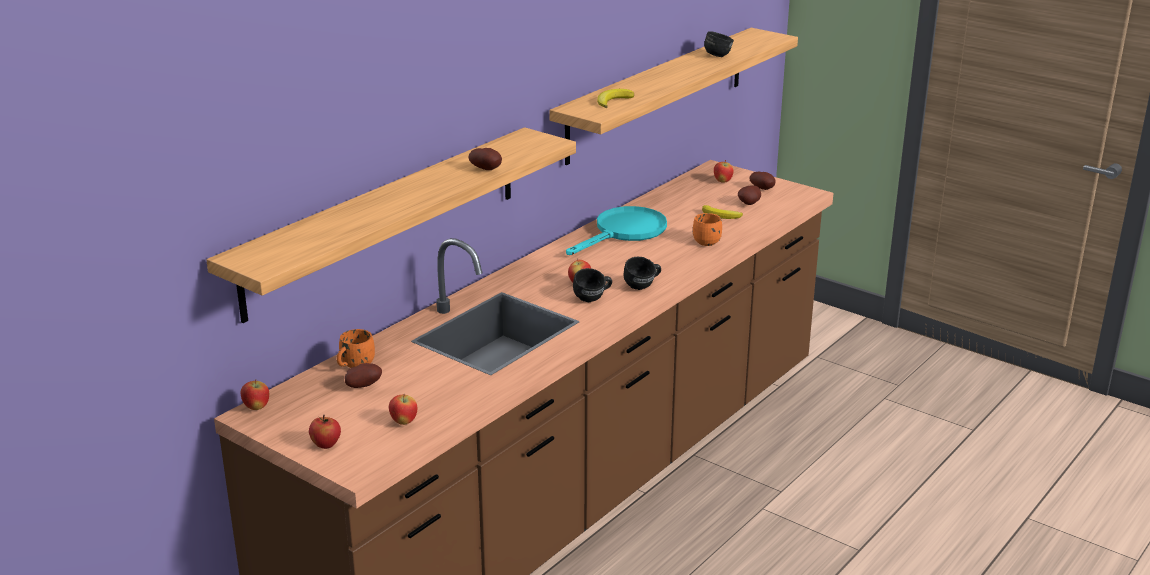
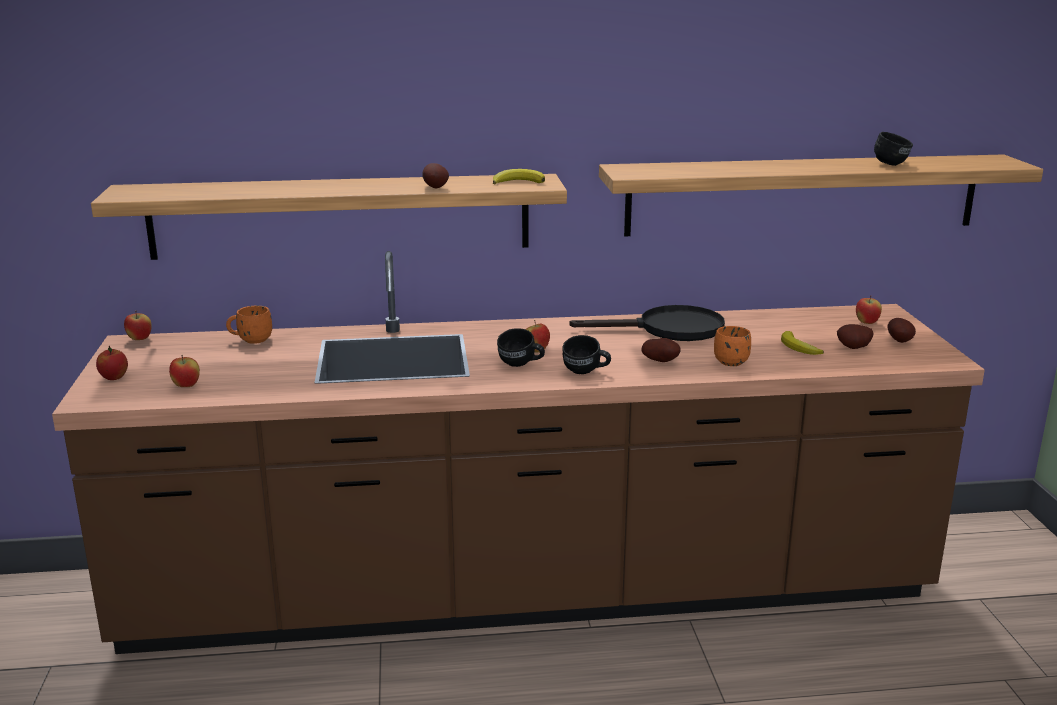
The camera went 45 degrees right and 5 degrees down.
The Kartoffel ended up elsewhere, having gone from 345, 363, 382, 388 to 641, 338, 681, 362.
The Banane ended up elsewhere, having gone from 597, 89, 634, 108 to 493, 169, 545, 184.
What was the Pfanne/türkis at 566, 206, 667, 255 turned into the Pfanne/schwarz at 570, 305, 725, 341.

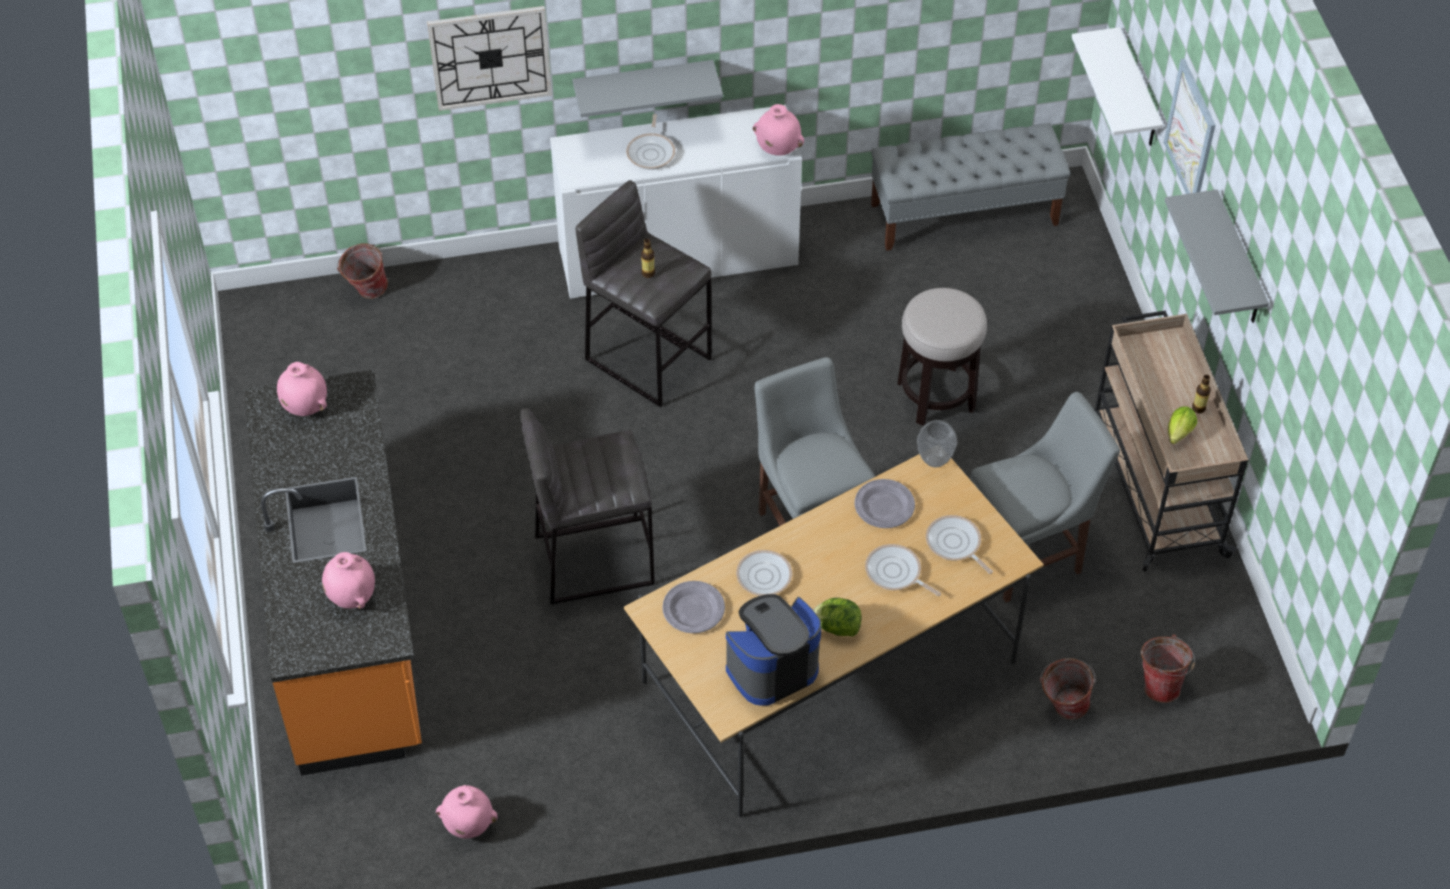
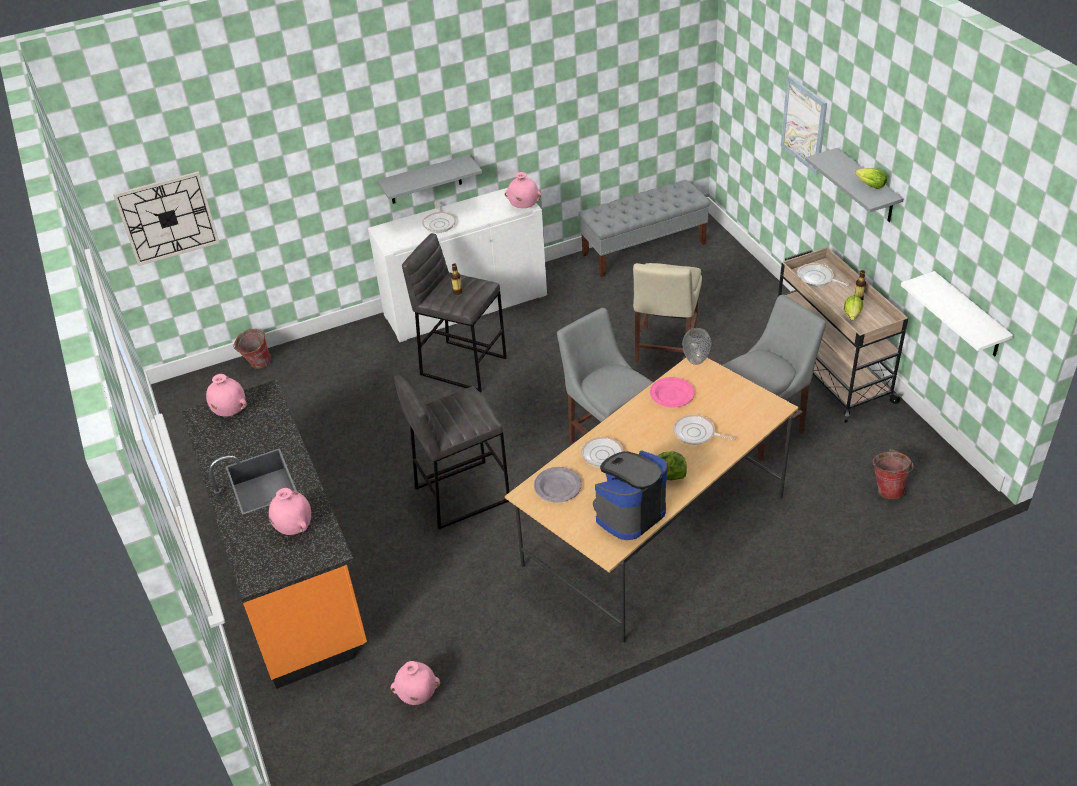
The camera went 10 degrees left and 10 degrees down.
The second view lost the Eimer at 1040, 658, 1095, 720.
The second view gained the Salatkopf at 855, 168, 887, 189.
The Wanduhr ended up elsewhere, having gone from 427, 6, 552, 111 to 113, 171, 219, 266.
The Pfanne ended up elsewhere, having gone from 926, 515, 993, 574 to 797, 263, 849, 287.
The Wandregal/weiß ended up elsewhere, having gone from 1072, 27, 1163, 146 to 901, 271, 1013, 356.
Where the Hocker stood at 897, 288, 987, 426, the Stuhl/beige came to stand at 633, 263, 702, 363.
What was the Teller/grau at 854, 479, 915, 528 turned into the Teller/rosa at 650, 377, 695, 407.

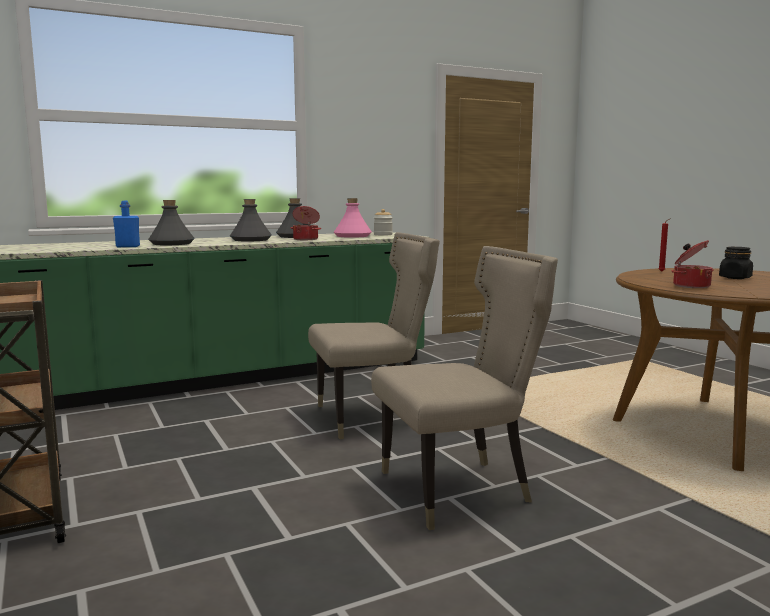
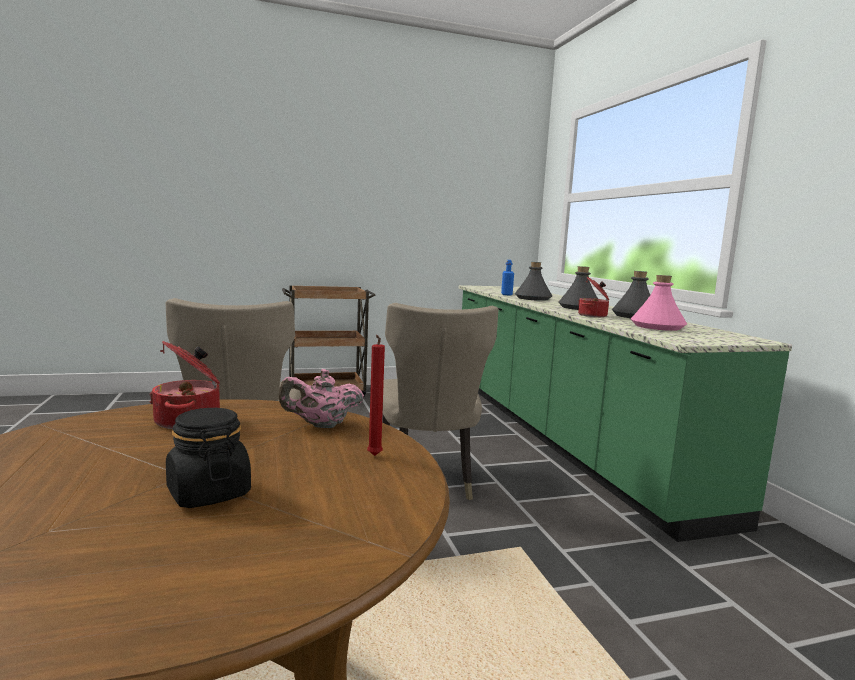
The camera went 100 degrees right and 0 degrees up.
The second view lost the Vorratsglas at 374, 209, 393, 236.
The second view gained the Teekanne/rosa at 278, 369, 364, 428.

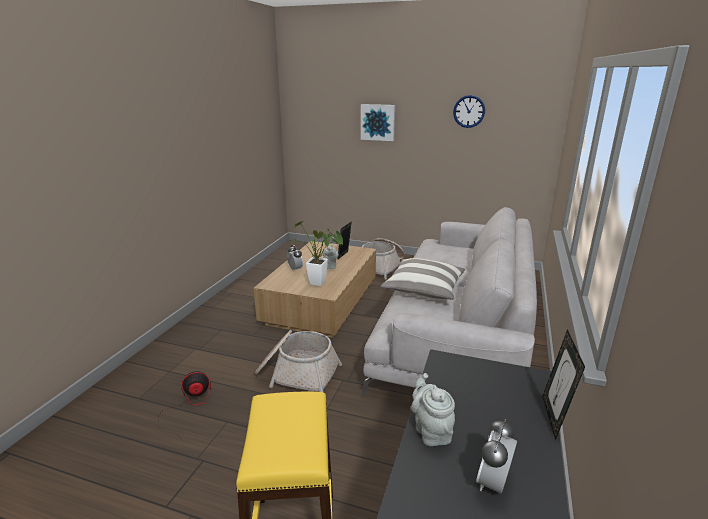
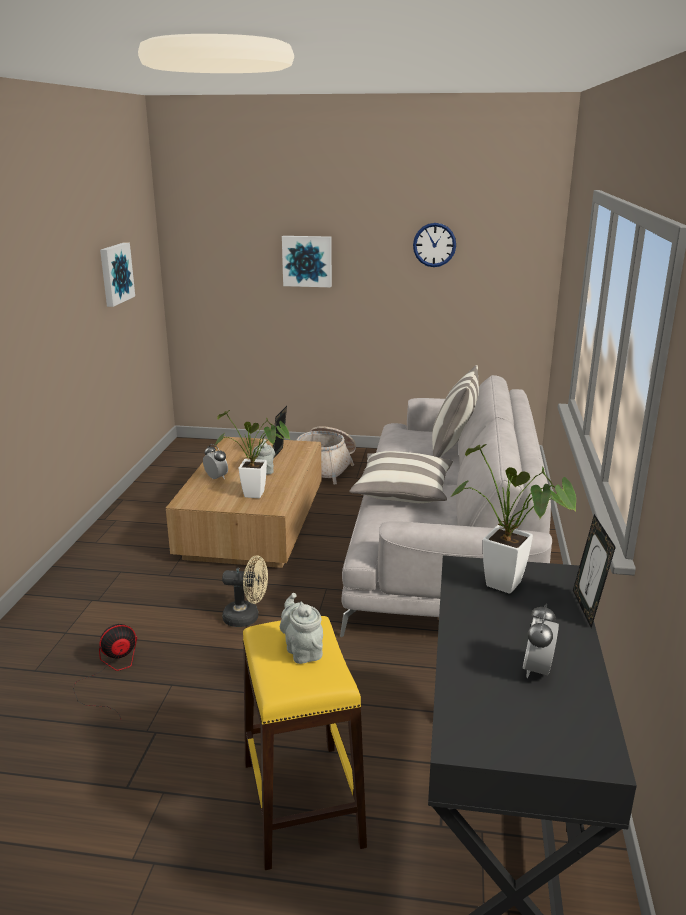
The camera went 10 degrees left and 0 degrees up.
The second view gained the Bild at 100, 243, 135, 307.
The second view gained the Kissen at 432, 365, 479, 458.
The second view gained the Topfpflanze at 450, 444, 576, 594.
The Teekanne/grau ended up elsewhere, having gone from 411, 373, 455, 446 to 280, 593, 323, 664.
Where the Korb stood at 255, 330, 342, 393, the Ventilator/beige came to stand at 222, 555, 268, 627.

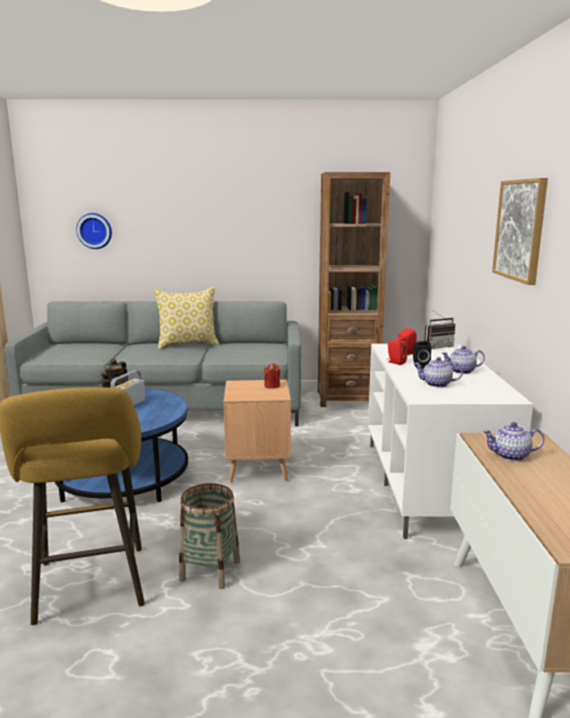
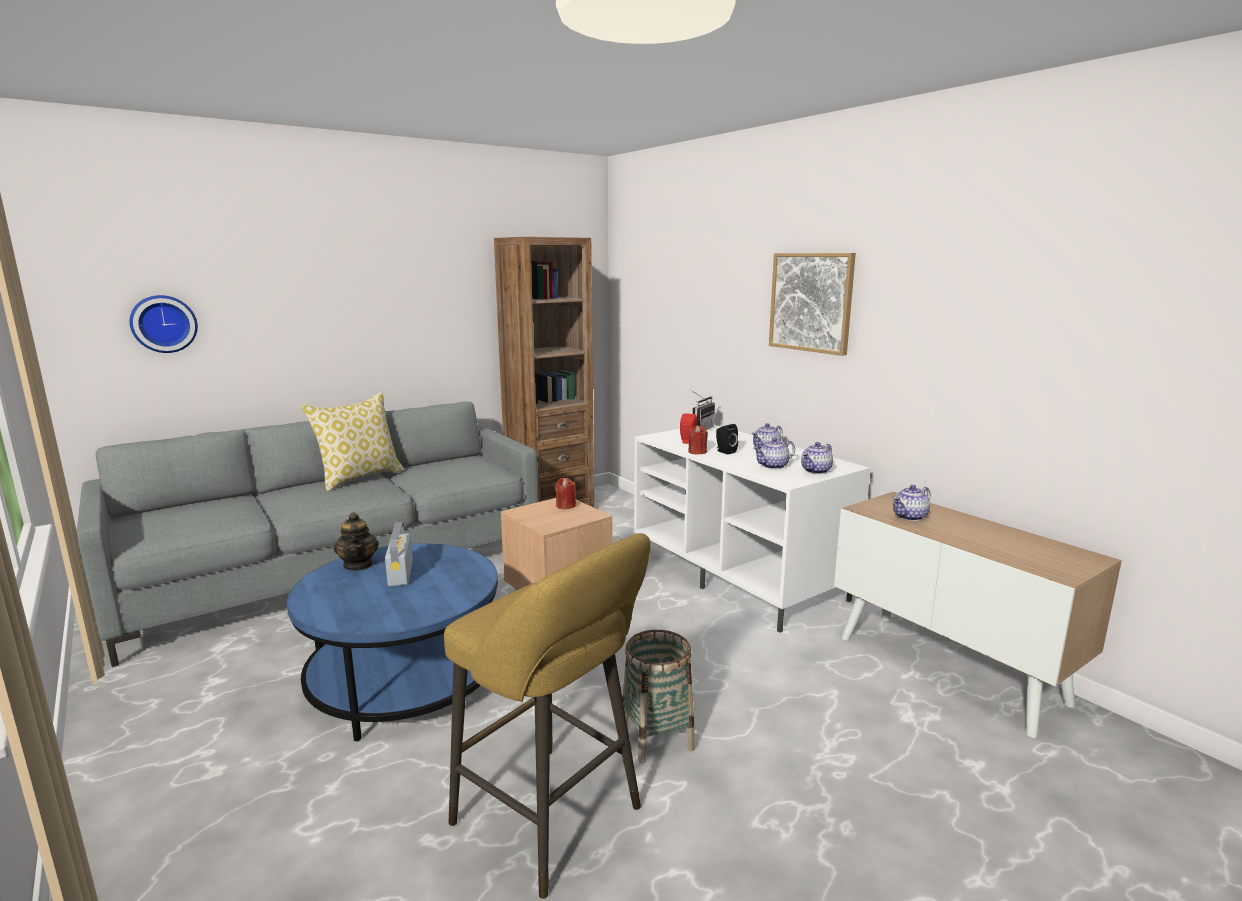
The camera went 35 degrees left and 0 degrees up.
The second view gained the Teekanne at 801, 442, 833, 474.
Where the Lautsprecher/rot stood at 387, 337, 408, 365, the Kerze/rot came to stand at 689, 425, 708, 454.

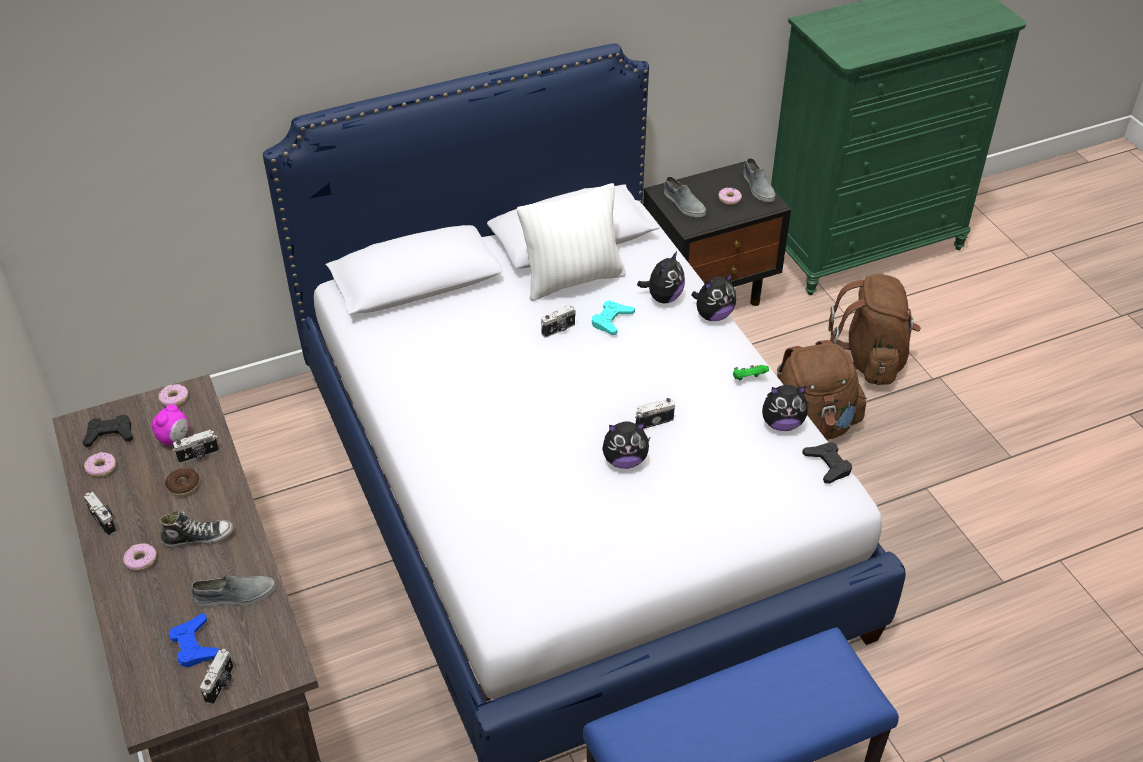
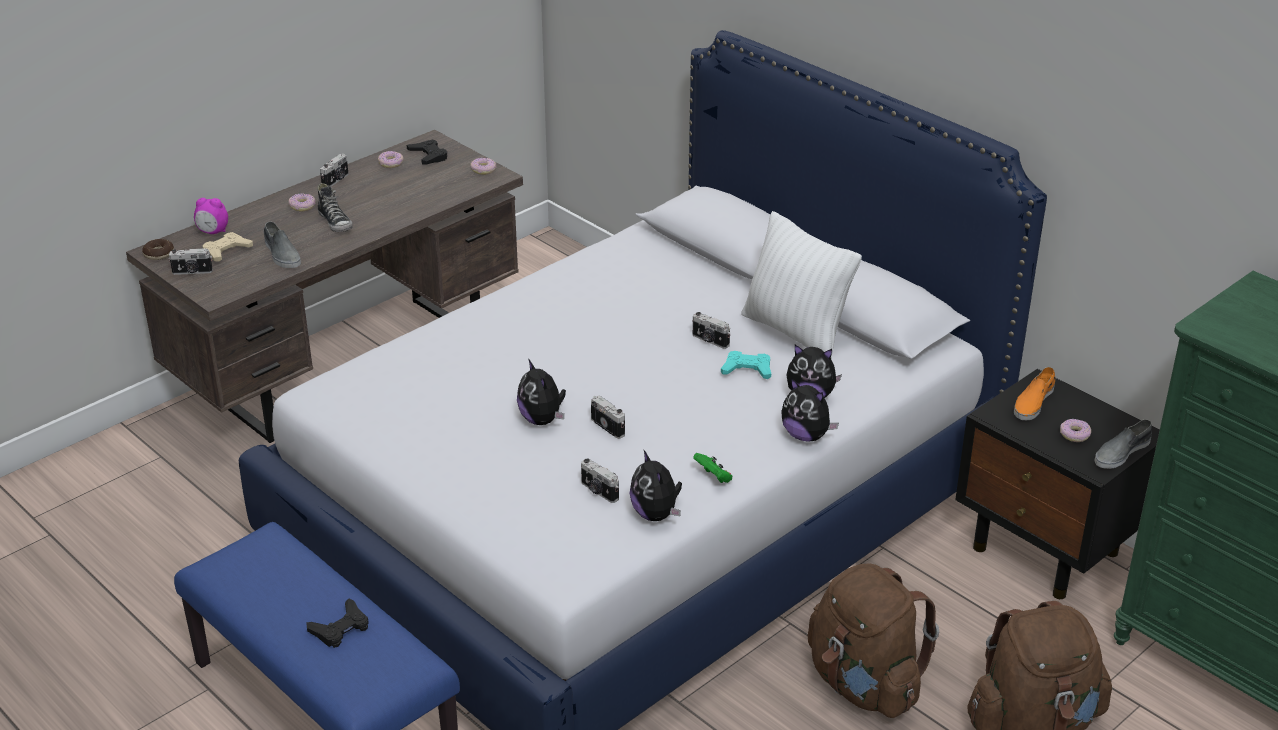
The camera went 70 degrees right and 10 degrees down.
The Wecker ended up elsewhere, having gone from 152, 404, 189, 447 to 194, 198, 228, 234.
The Donut ended up elsewhere, having gone from 165, 468, 199, 496 to 142, 239, 174, 260.
The Kamera ended up elsewhere, having gone from 173, 430, 219, 463 to 581, 458, 619, 503.
The Gamepad/schwarz ended up elsewhere, having gone from 802, 442, 852, 484 to 306, 598, 369, 648.
What was the Gamepad/blau at 169, 613, 219, 667 turned into the Gamepad/beige at 202, 232, 253, 262.
What was the Schuh/grau at 664, 176, 706, 217 turned into the Schuh/orange at 1014, 367, 1055, 420.

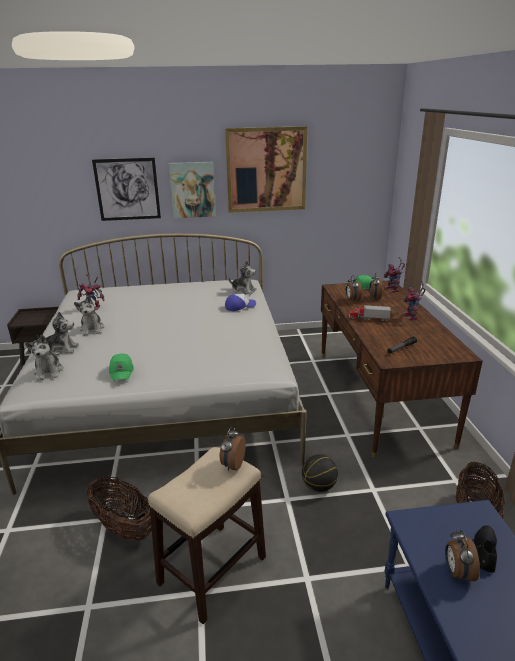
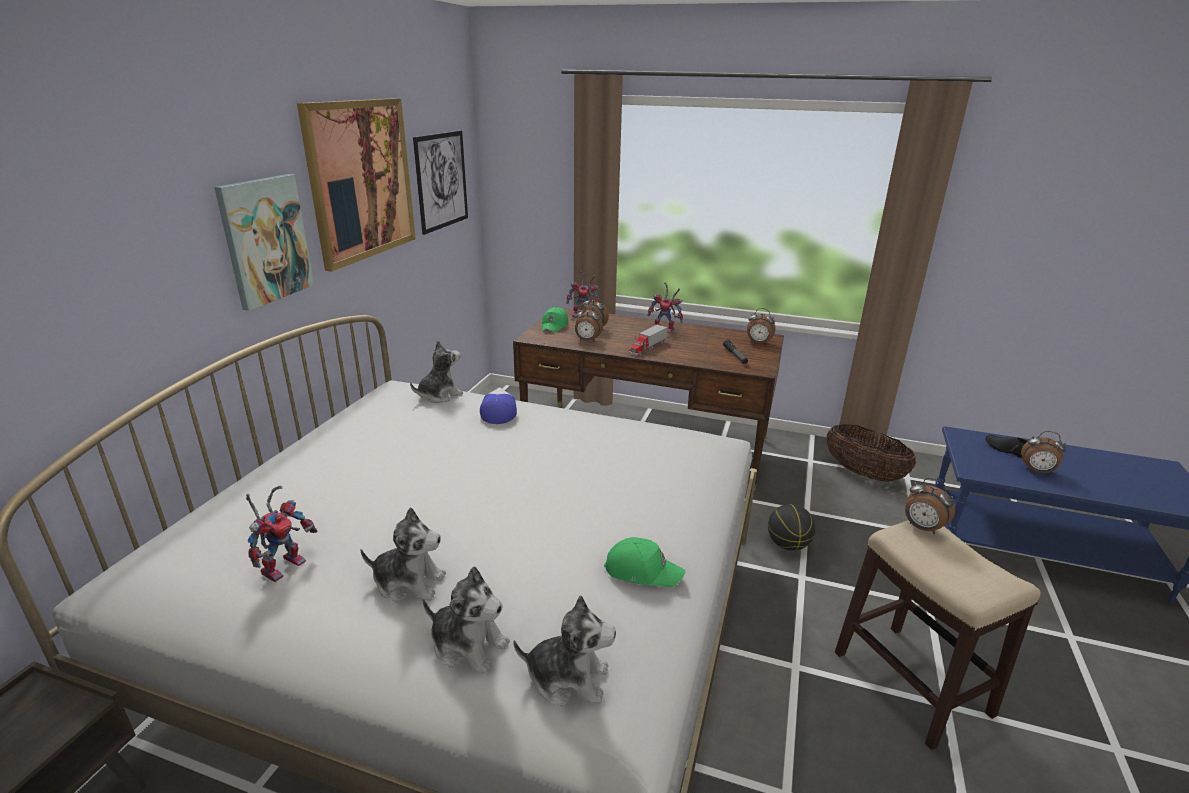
The camera went 65 degrees left and 0 degrees up.
The second view lost the Korb at 87, 476, 152, 541.
The second view gained the Wecker at 747, 308, 776, 345.
The Bild ended up elsewhere, having gone from 92, 158, 161, 221 to 413, 131, 468, 235.
The Plüschtier at 38, 312, 79, 355 ended up facing another way, 90 degrees clockwise from before.

